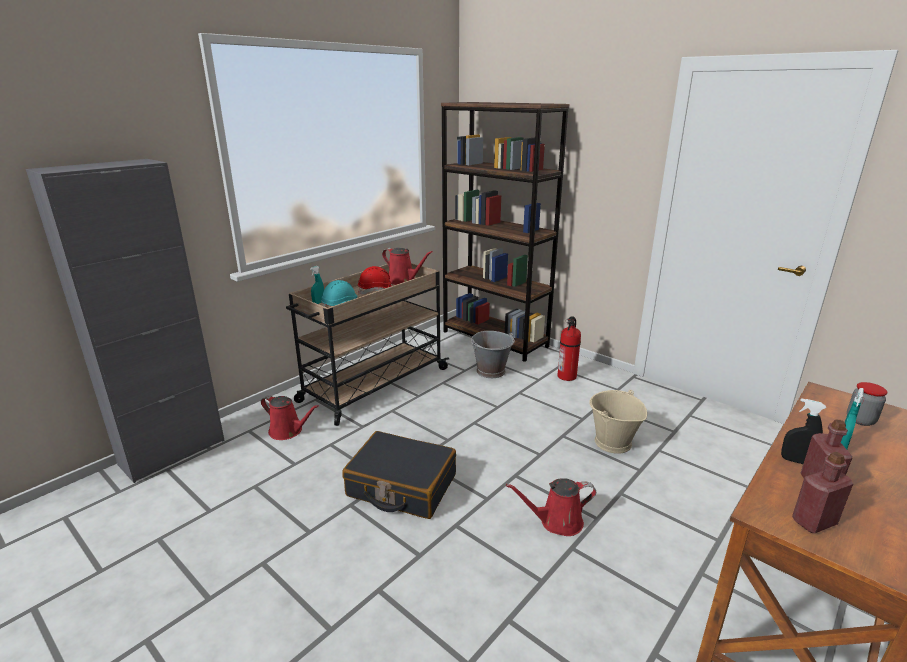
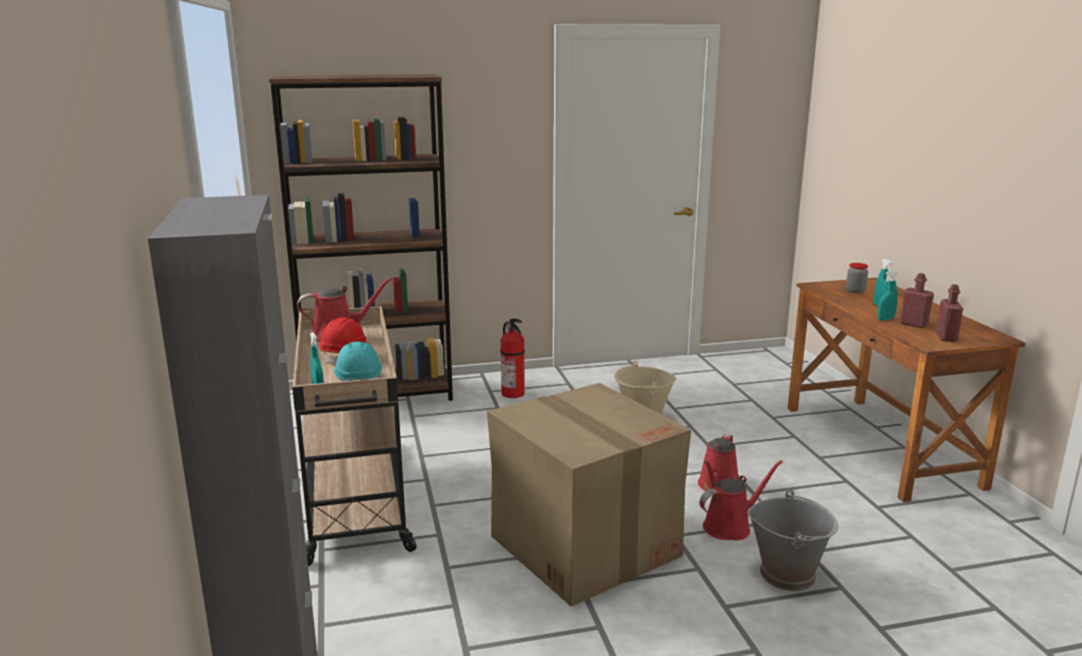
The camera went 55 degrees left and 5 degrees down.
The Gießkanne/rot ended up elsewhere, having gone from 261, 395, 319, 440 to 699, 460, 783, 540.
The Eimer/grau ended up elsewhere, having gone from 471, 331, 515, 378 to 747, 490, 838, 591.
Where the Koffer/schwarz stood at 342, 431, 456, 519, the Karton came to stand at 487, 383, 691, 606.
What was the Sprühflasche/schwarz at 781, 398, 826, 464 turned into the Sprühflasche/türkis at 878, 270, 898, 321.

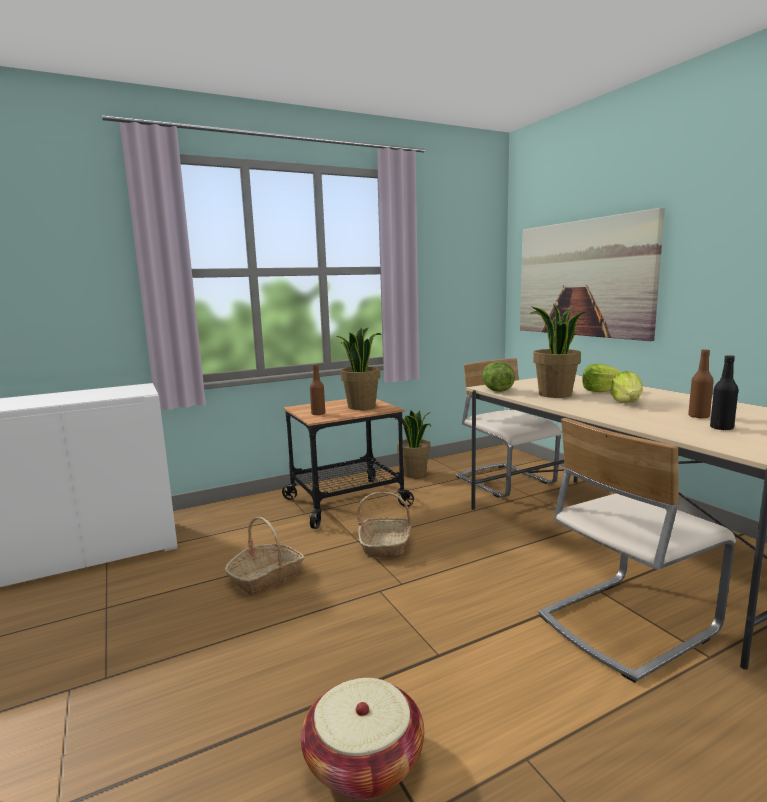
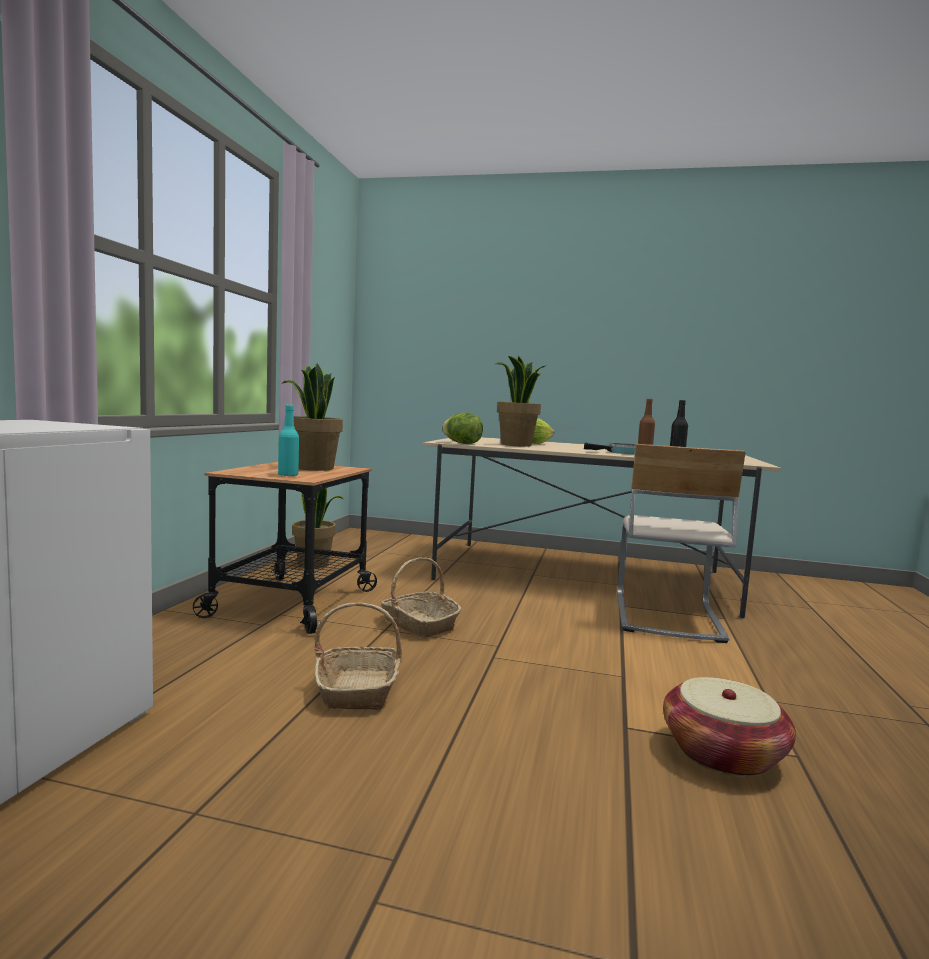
The camera went 50 degrees left and 5 degrees down.
The second view lost the Stuhl/beige at 456, 358, 561, 498.
The second view lost the Bild at 520, 208, 665, 341.
The second view lost the Salatkopf at 610, 371, 643, 403.
The second view gained the Pfanne at 584, 443, 636, 455.
What was the Flasche/braun at 310, 364, 325, 415 turned into the Flasche/türkis at 278, 404, 299, 476.

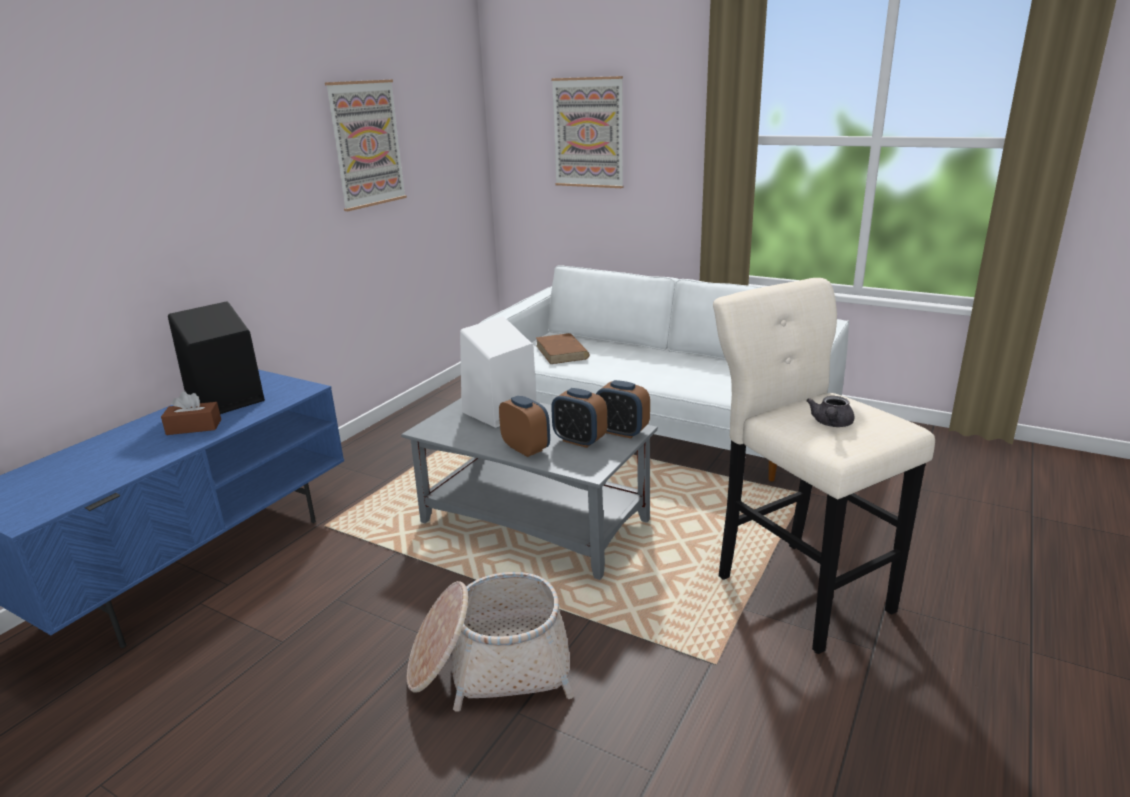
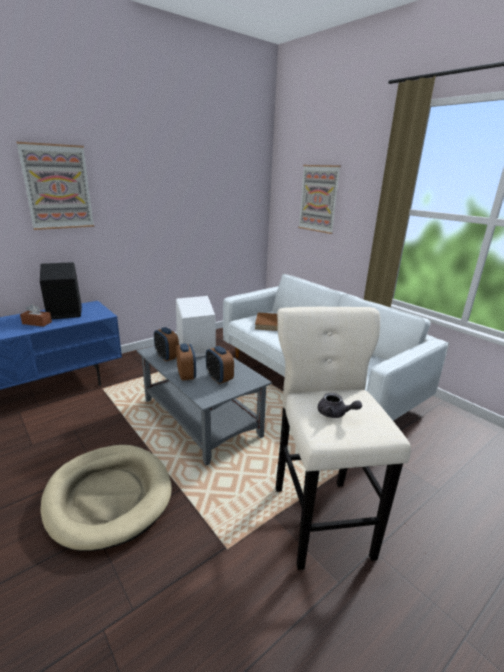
The camera went 20 degrees right and 0 degrees up.
The Bild ended up elsewhere, having gone from 325, 80, 407, 211 to 16, 142, 94, 230.
The Wecker ended up elsewhere, having gone from 596, 380, 650, 438 to 154, 327, 179, 361.
Where the Korb stood at 407, 572, 574, 712, the Hundebett/beige came to stand at 40, 445, 172, 551.
The Teekanne/grau at 806, 396, 855, 427 ended up facing another way, 105 degrees counterclockwise from before.

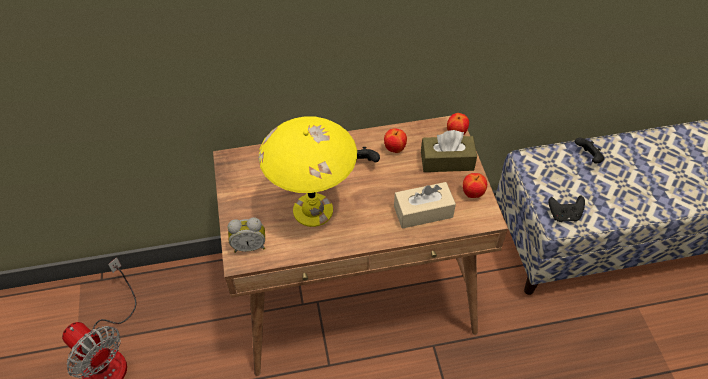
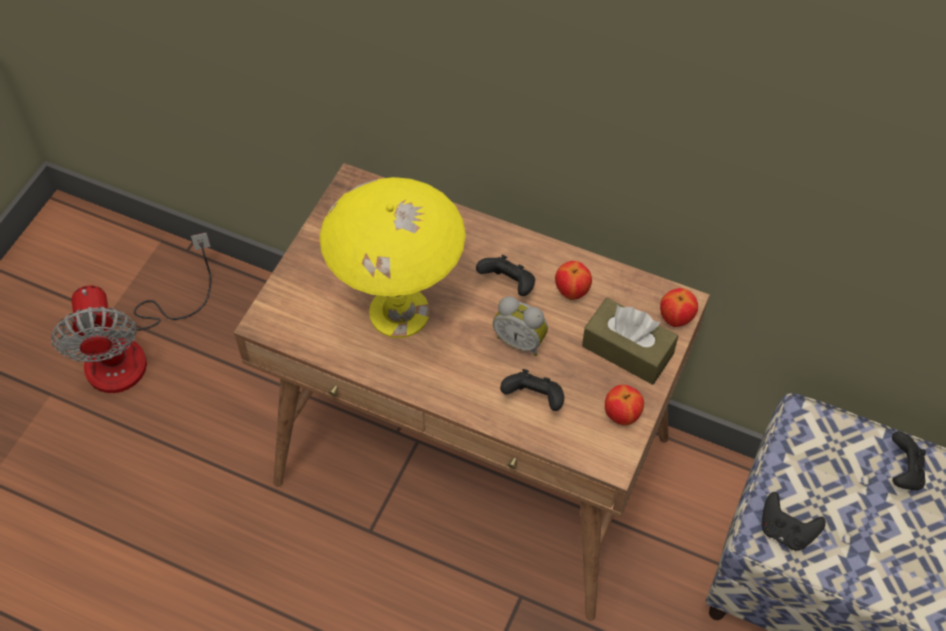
The camera went 35 degrees right and 5 degrees up.
The Wecker ended up elsewhere, having gone from 228, 217, 265, 253 to 493, 296, 548, 356.
Where the Taschentuchbox/beige stood at 394, 182, 456, 229, the Gamepad/schwarz came to stand at 500, 369, 564, 411.

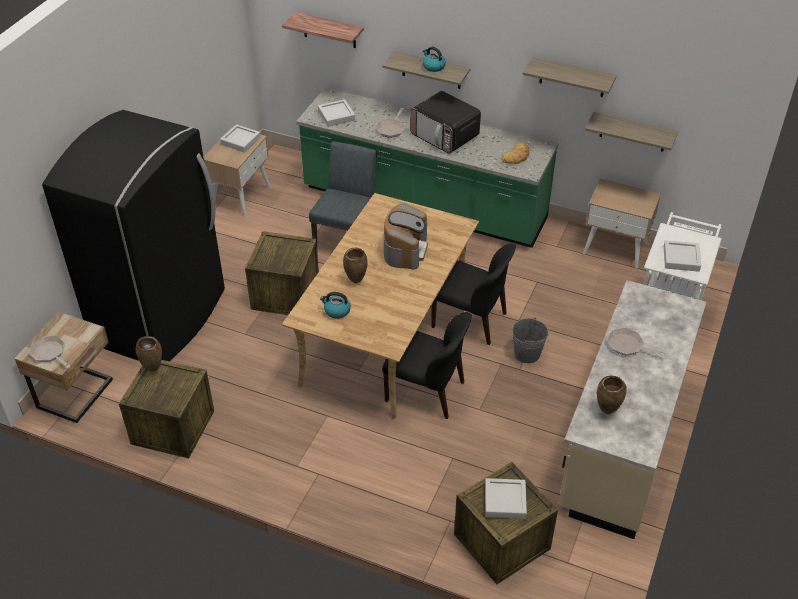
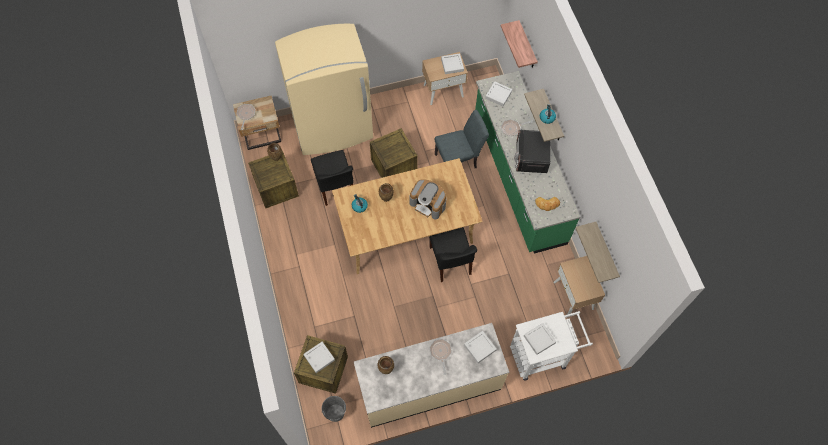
The camera went 50 degrees right and 20 degrees up.
The second view lost the Wandregal at 523, 57, 617, 97.
The second view gained the Tablett/grau at 464, 331, 497, 363.
The Stuhl/schwarz ended up elsewhere, having gone from 382, 312, 472, 419 to 311, 150, 353, 206.
The Eimer/grau ended up elsewhere, having gone from 512, 317, 549, 363 to 322, 396, 346, 422.
What was the Kühlschrank/schwarz at 42, 110, 225, 361 turned into the Kühlschrank/beige at 275, 24, 373, 155.
The Kaffeemaschine at 384, 204, 428, 270 ended up facing another way, 60 degrees clockwise from before.

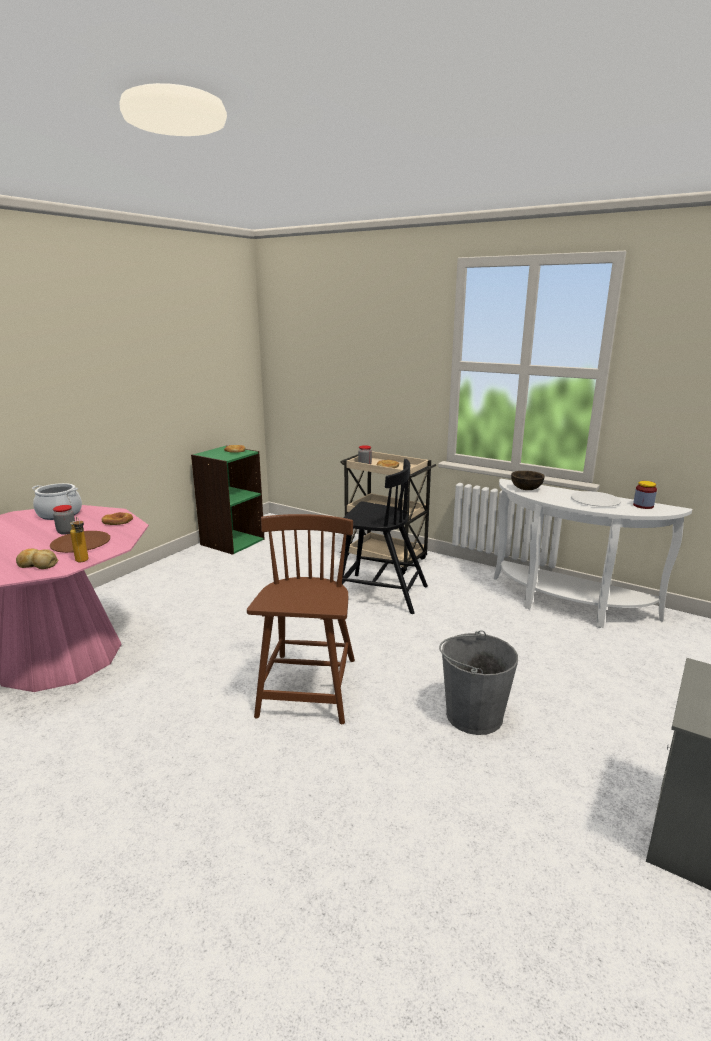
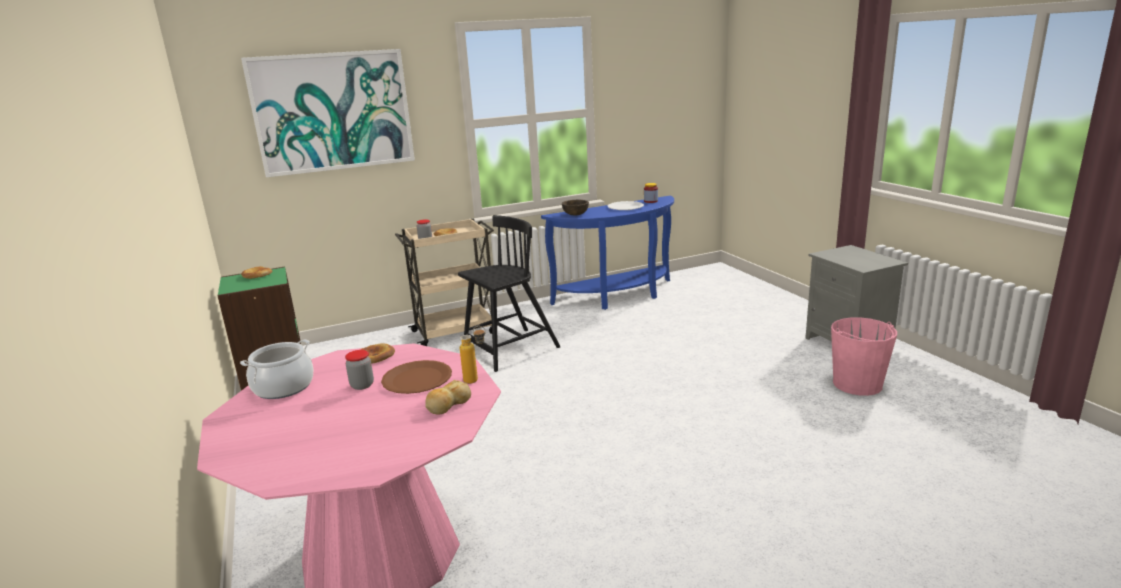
The camera went 55 degrees left and 0 degrees up.
The second view lost the Stuhl/braun at 247, 514, 355, 724.
The second view lost the Eimer/grau at 439, 630, 518, 735.
The second view gained the Bild at 241, 49, 415, 177.
The second view gained the Eimer/rosa at 831, 317, 897, 396.
What was the Konsolentisch/weiß at 494, 479, 692, 628 turned into the Konsolentisch/blau at 541, 196, 674, 310.

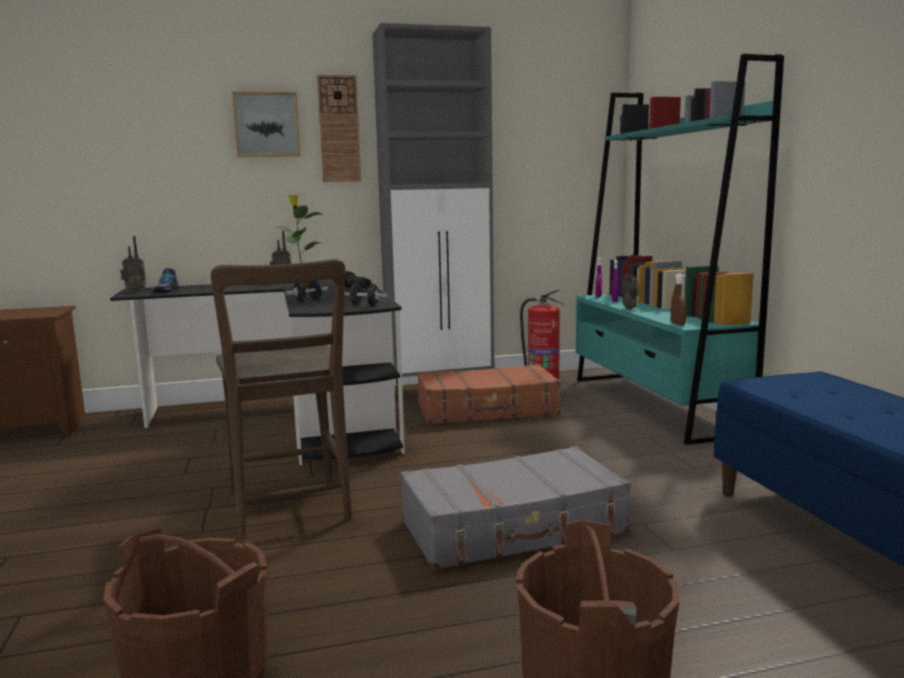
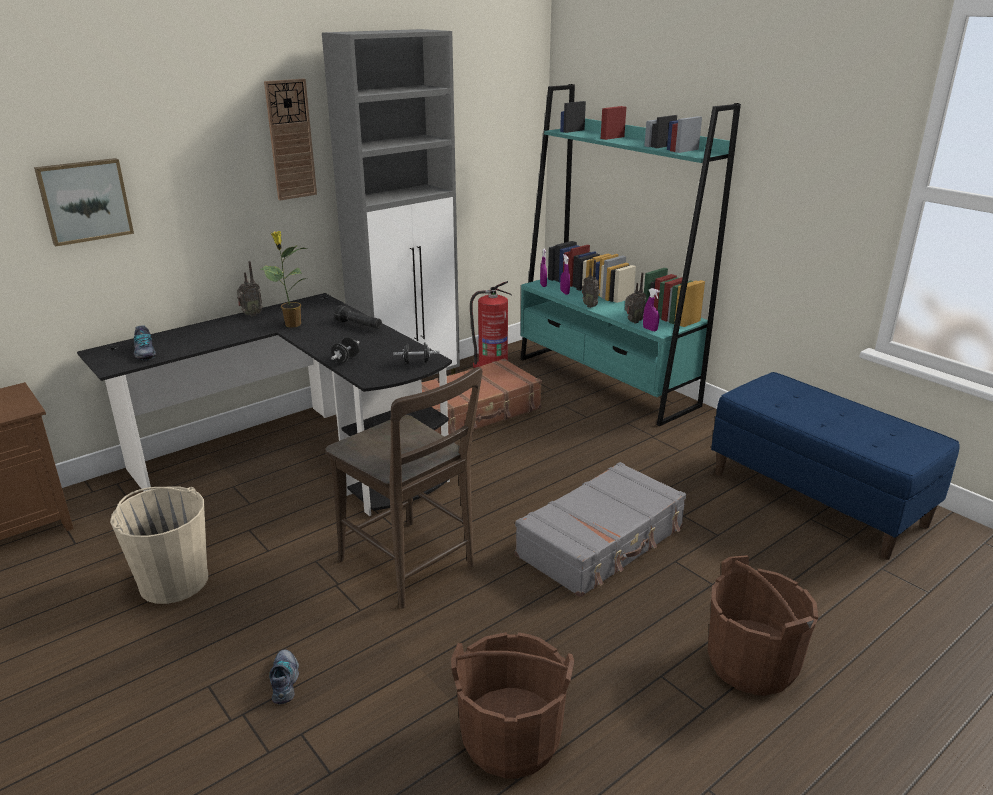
The camera went 25 degrees left and 15 degrees up.
The second view gained the Eimer/beige at 110, 487, 208, 604.
The second view gained the Schuh at 269, 650, 299, 704.
The Radio ended up elsewhere, having gone from 120, 236, 146, 292 to 625, 272, 646, 324.
The Bild ended up elsewhere, having gone from 232, 92, 301, 157 to 34, 158, 134, 246.
What was the Sprühflasche/braun at 671, 274, 687, 325 turned into the Sprühflasche/lila at 643, 288, 660, 331.

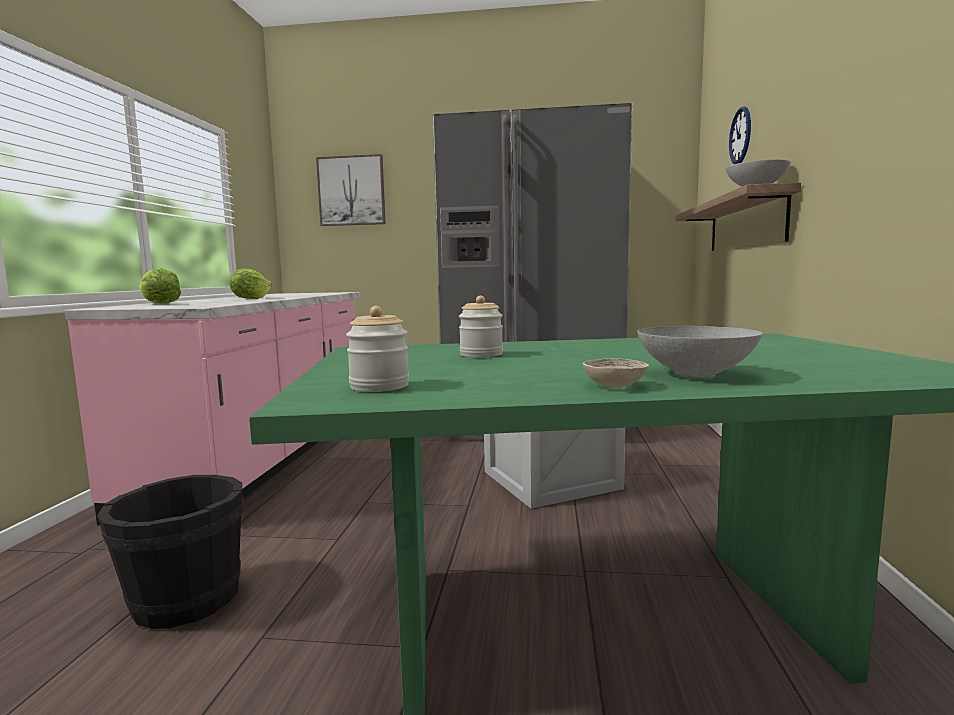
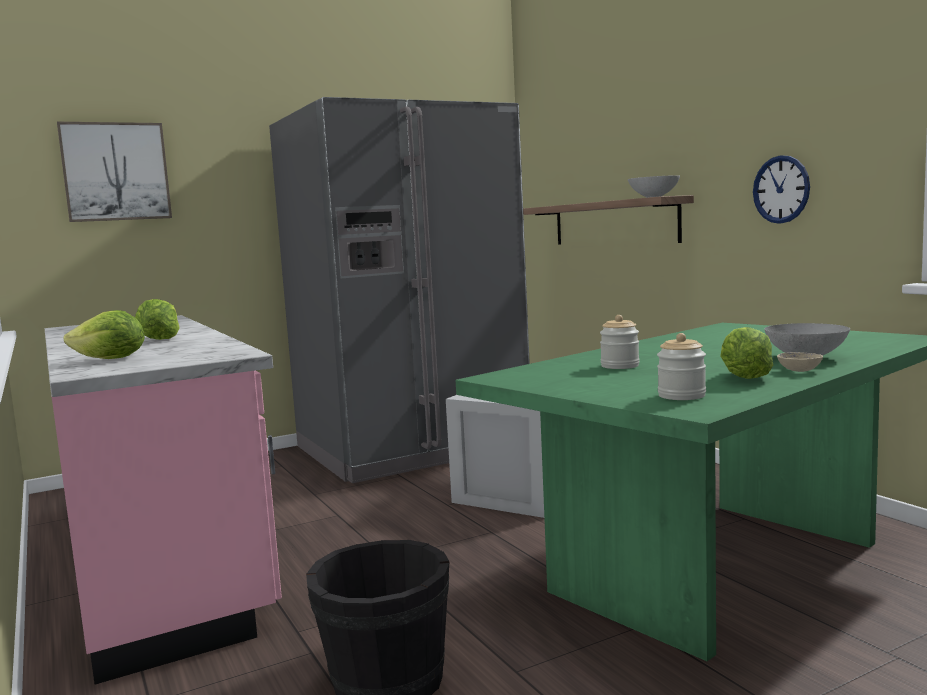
The camera went 35 degrees left and 0 degrees up.
The second view gained the Salatkopf at 720, 327, 773, 379.
The Wanduhr ended up elsewhere, having gone from 729, 106, 751, 164 to 753, 155, 810, 224.

